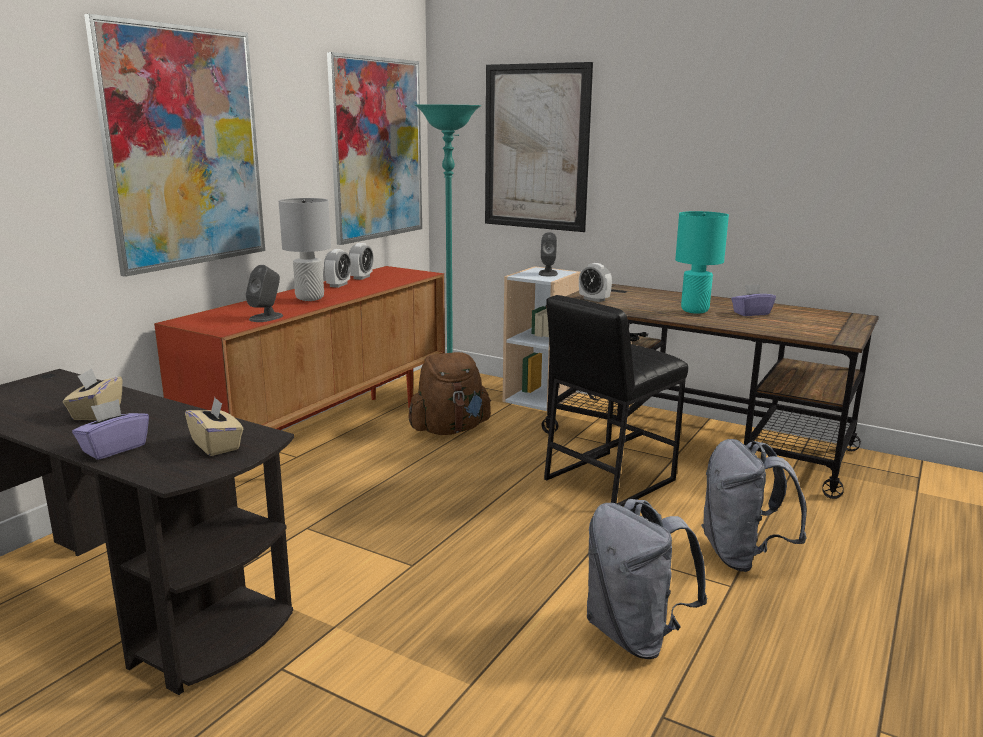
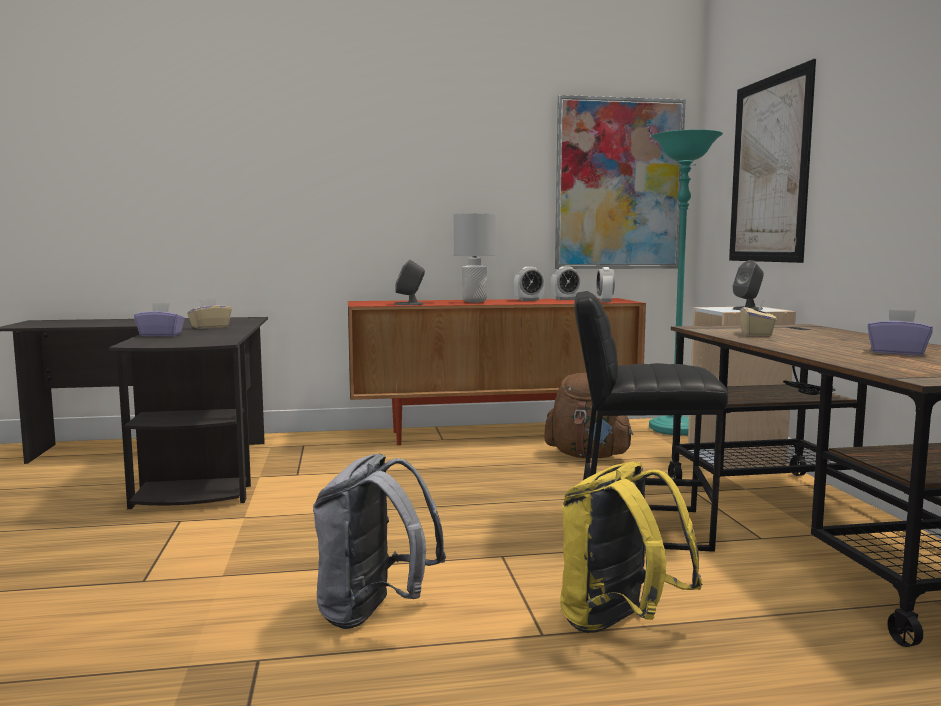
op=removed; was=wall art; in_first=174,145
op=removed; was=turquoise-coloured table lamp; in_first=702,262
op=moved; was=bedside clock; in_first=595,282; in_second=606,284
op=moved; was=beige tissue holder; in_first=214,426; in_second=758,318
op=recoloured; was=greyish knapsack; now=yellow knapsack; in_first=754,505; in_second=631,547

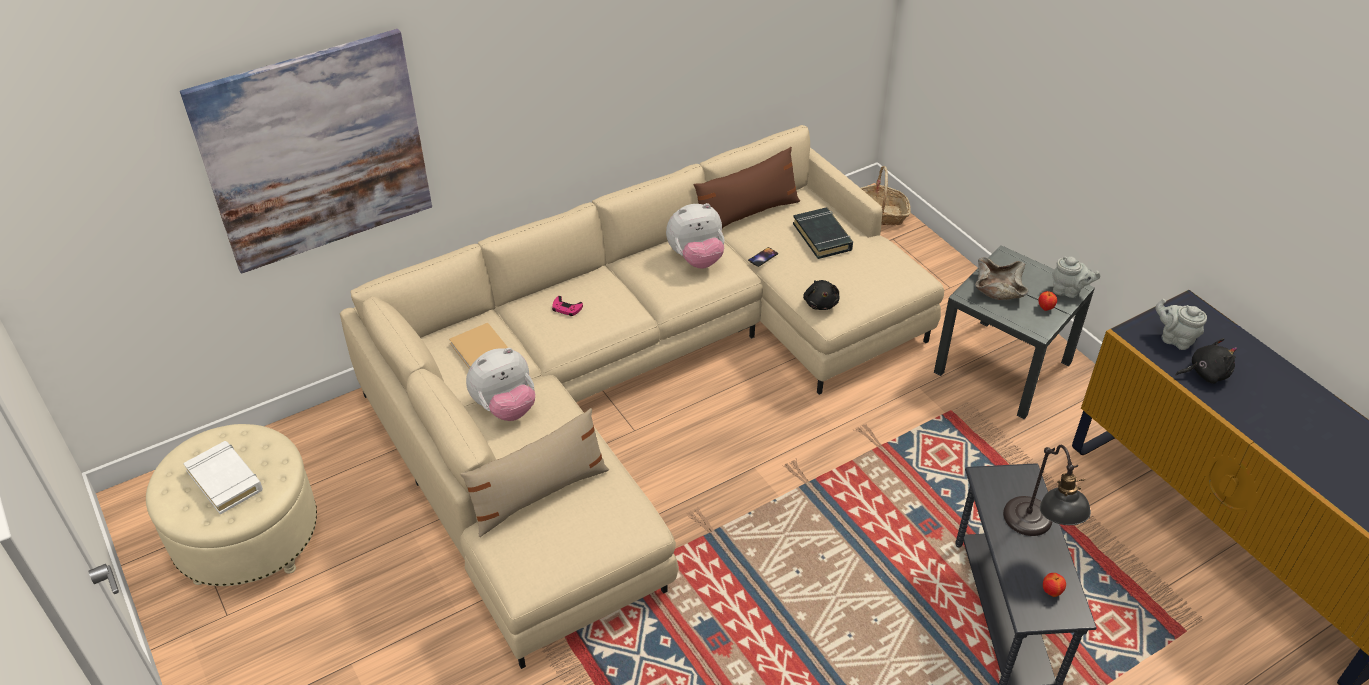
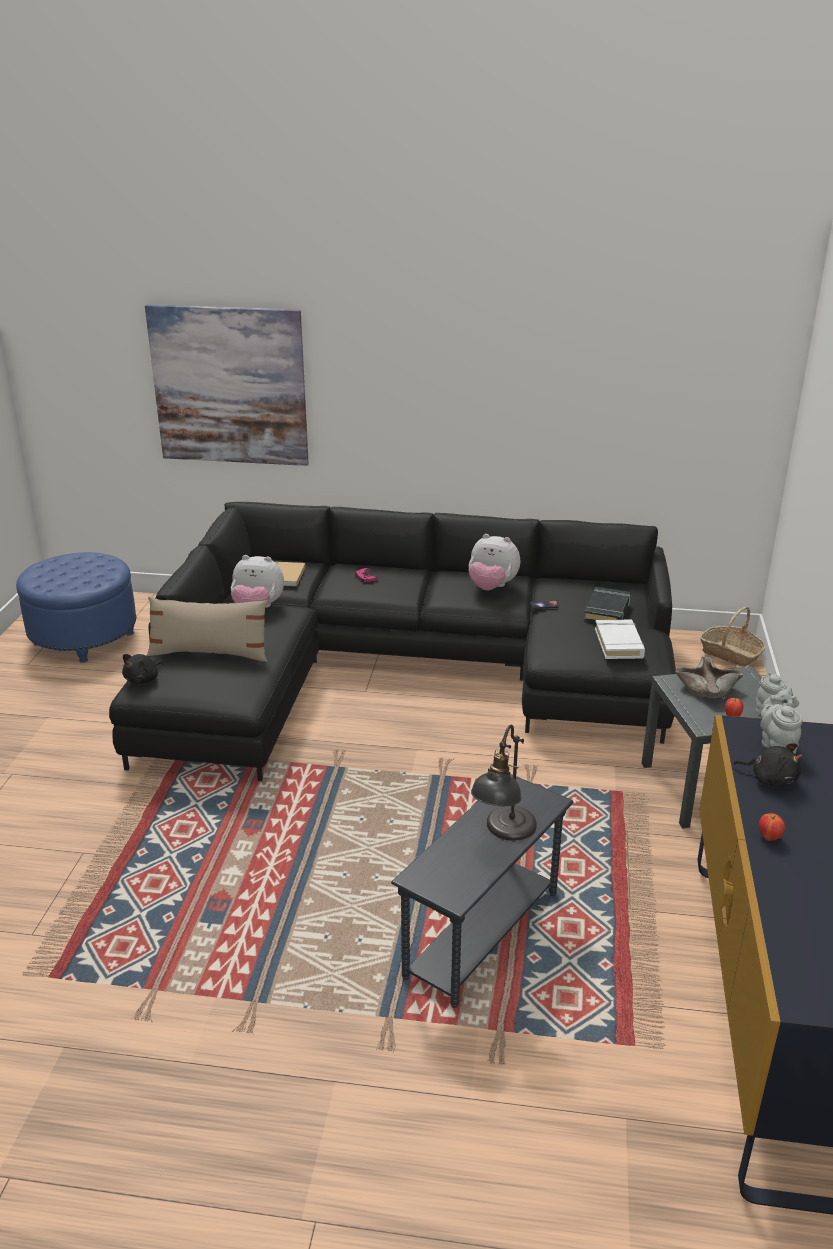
op=recoloured; was=beige sofa; now=blackish sofa; in_first=642,397; in_second=392,641
op=removed; was=brown-coloured cushion; in_first=747,187
op=moved; was=blackish cuddly toy; in_first=821,295; in_second=142,668
op=recoloured; was=beige pouffe; now=bluish pouffe; in_first=231,505; in_second=76,607
op=moved; was=whitish bound book; in_first=223,478; in_second=620,639
op=moved; was=apple fruit; in_first=1054,585; in_second=772,827

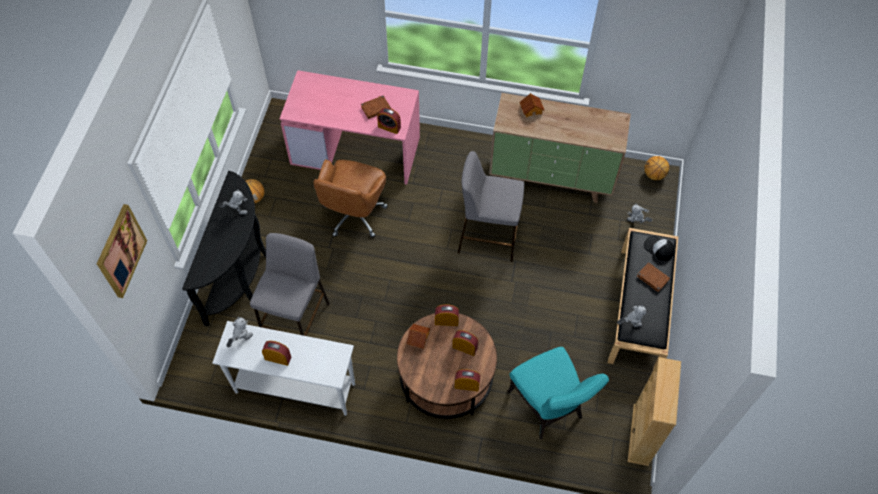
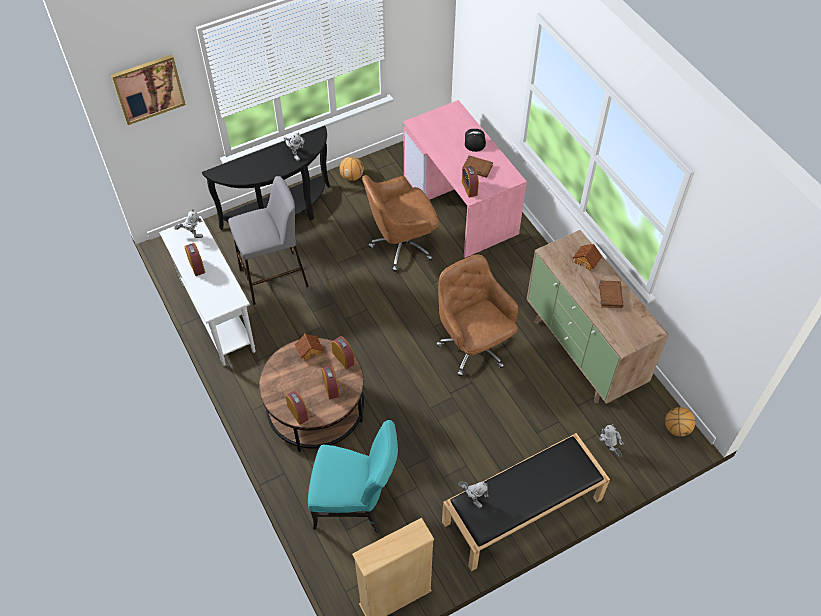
op=replaced; was=greyish sitting stool; now=brown-coloured desk chair; in_first=491,206; in_second=477,315
op=moved; was=peaked cap; in_first=659,248; in_second=475,140
op=moved; was=brown-coloured bound book; in_first=653,277; in_second=611,294
op=turned; was=turquoise-coloured chair; in_first=558,393; in_second=353,476; clockwise=-105

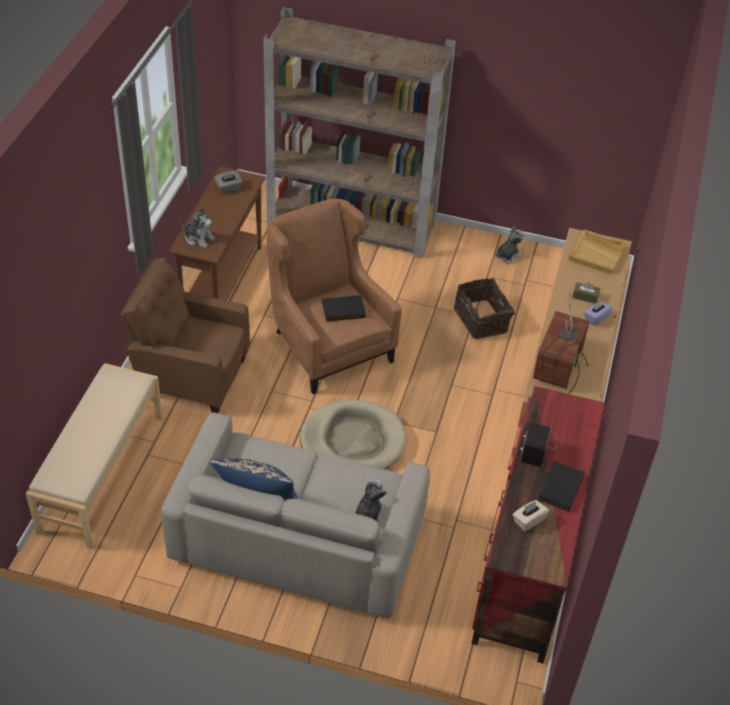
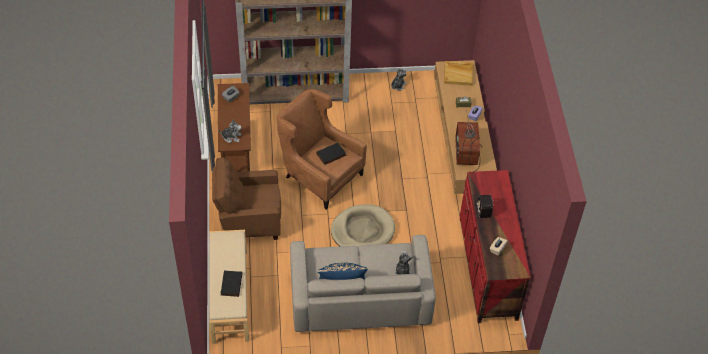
op=removed; was=storage basket; in_first=484,308
op=moved; was=blackish bound book; in_first=561,486; in_second=231,284

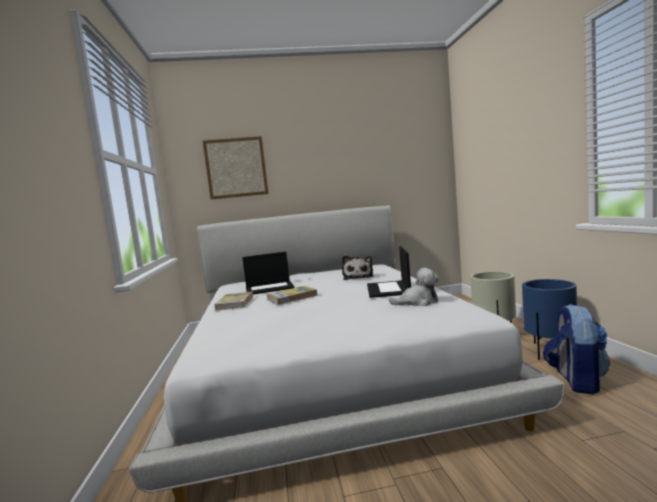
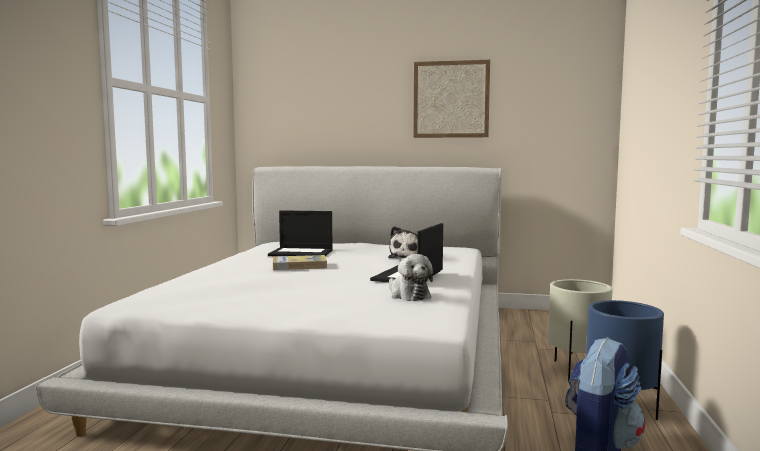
op=moved; was=wall art; in_first=236,168; in_second=451,98
op=turned; was=cuddly toy; in_first=414,287; in_second=411,277; clockwise=45
op=removed; was=bound book; in_first=233,301

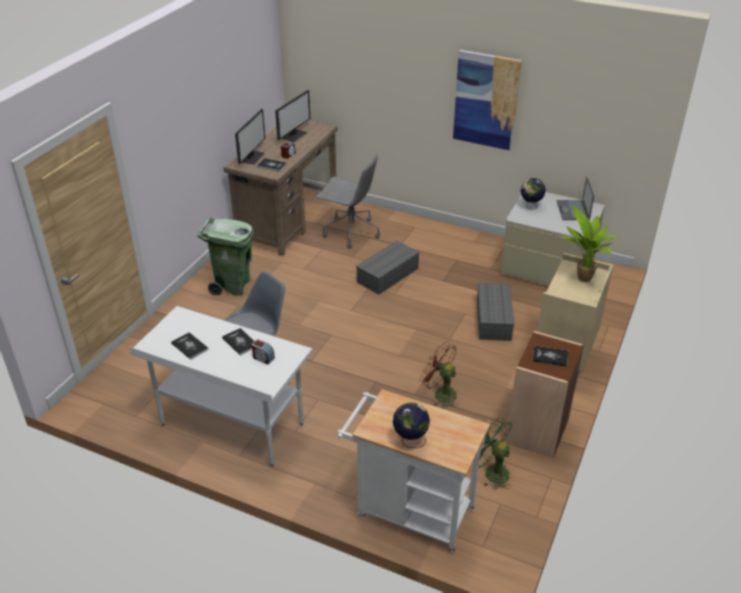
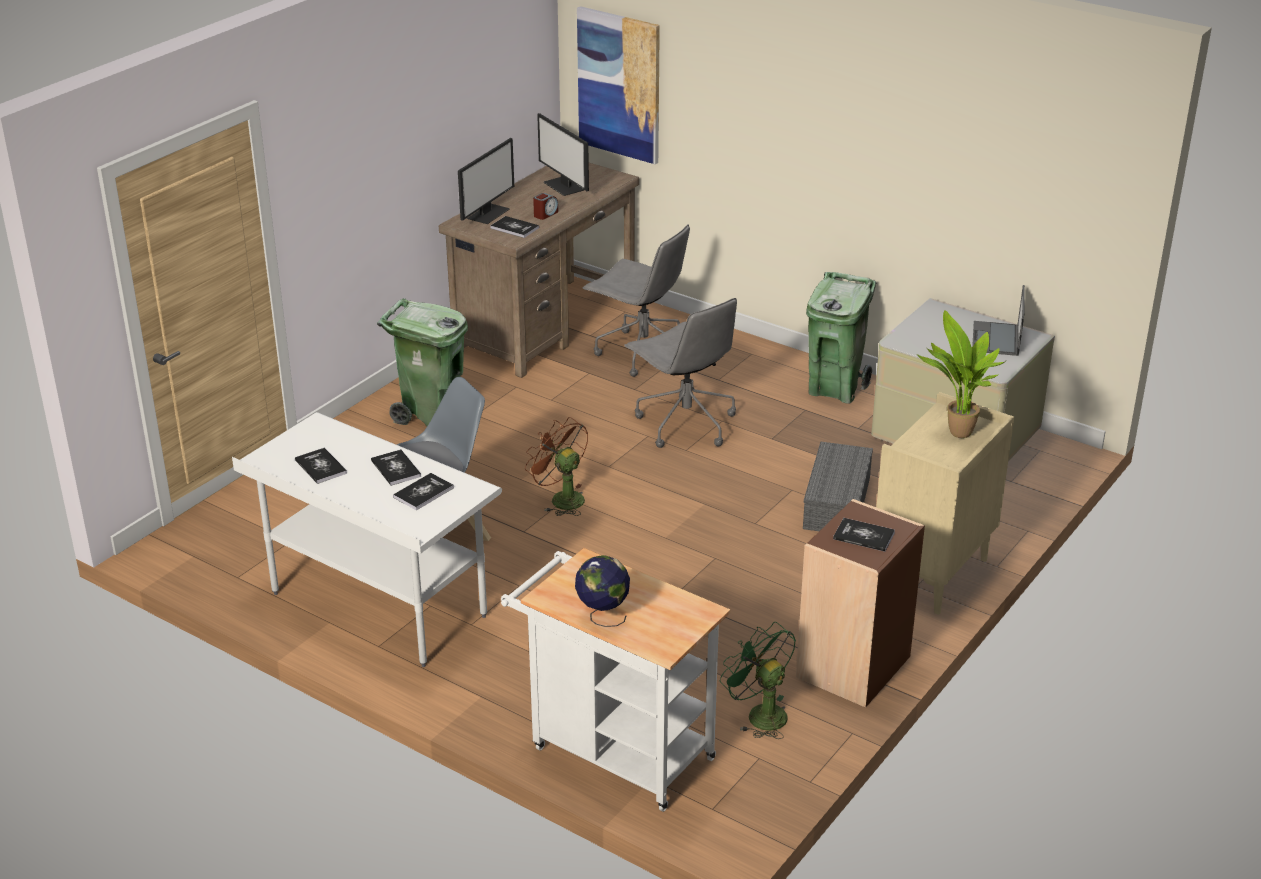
op=moved; was=wall art; in_first=487,100; in_second=618,85
op=turned; was=monitor; in_first=292,116; in_second=563,154; clockwise=105
op=removed; was=world globe; in_first=533,194
op=replaced; was=greyish storage container; now=greyish desk chair; in_first=388,268; in_second=680,373
op=replaced; was=bedside clock; now=bound book; in_first=263,352; in_second=423,491
op=moved; was=brown-coloured cooling fan; in_first=439,375; in_second=556,466
op=added; now=green trash can; in_second=841,338

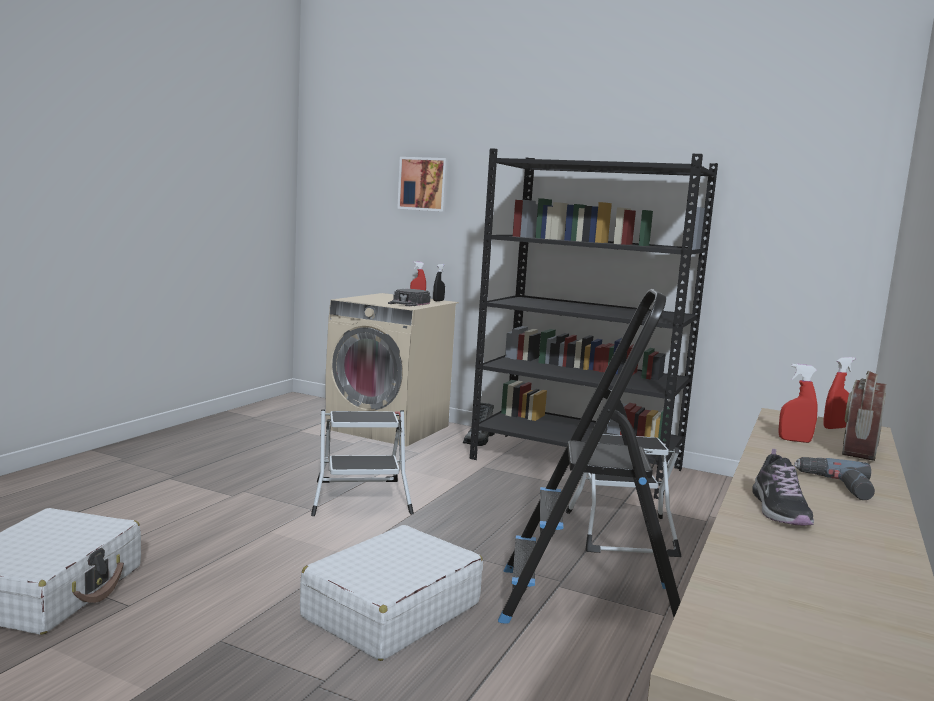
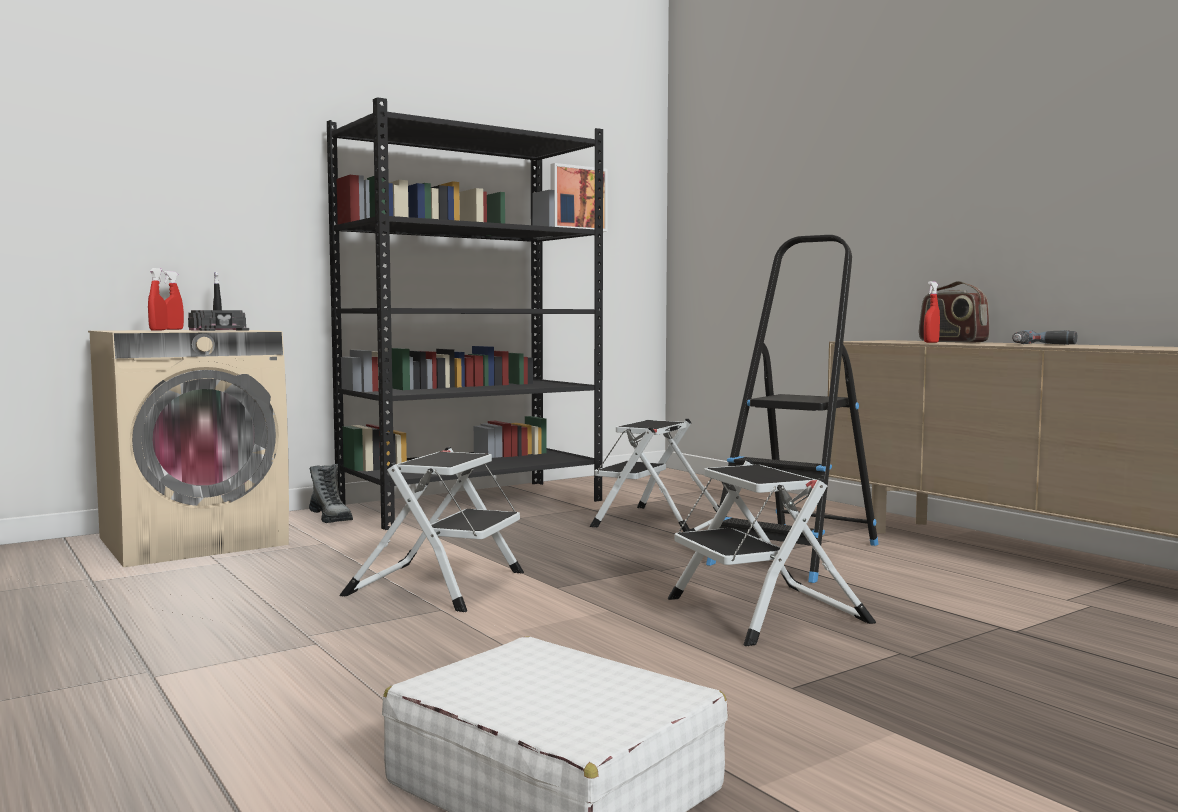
op=moved; was=wall art; in_first=423,184; in_second=579,197
op=moved; was=red hand sprayer; in_first=839,393; in_second=158,299
op=removed; was=item of footwear; in_first=783,487
op=replaced; was=whitish suitcase; now=step stool; in_first=391,593; in_second=771,552

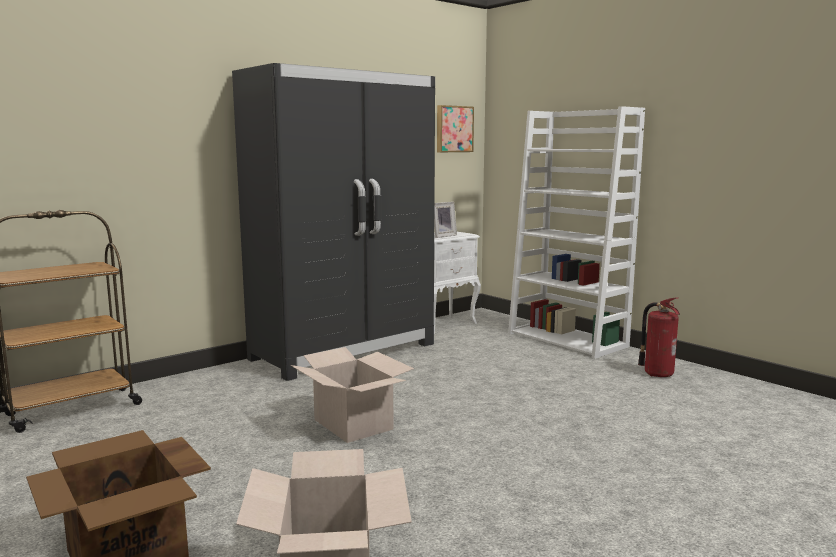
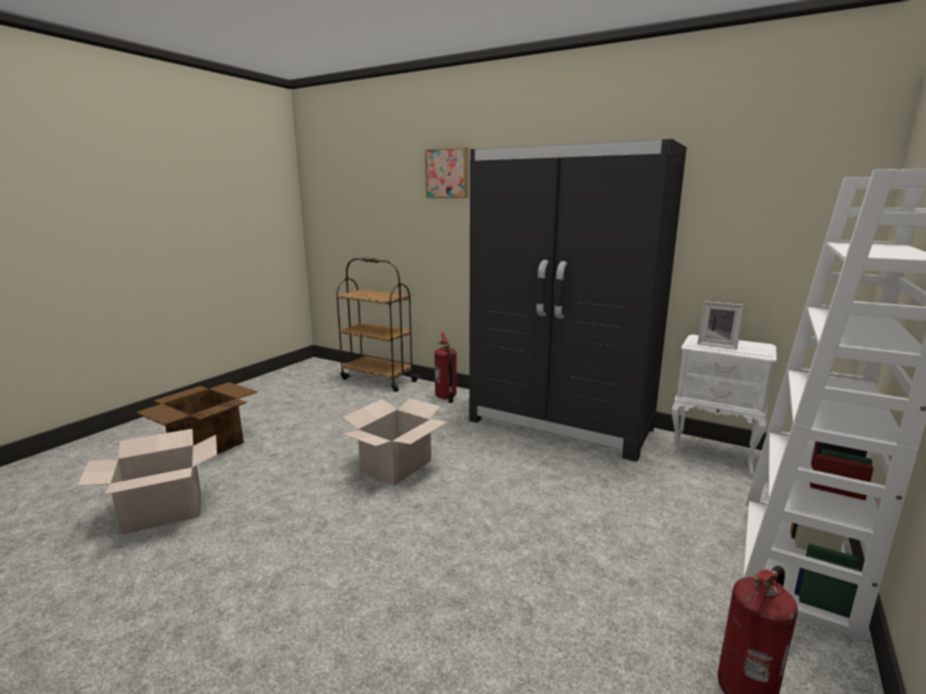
op=moved; was=wall art; in_first=455,128; in_second=447,172
op=added; now=fire extinguisher; in_second=446,368

